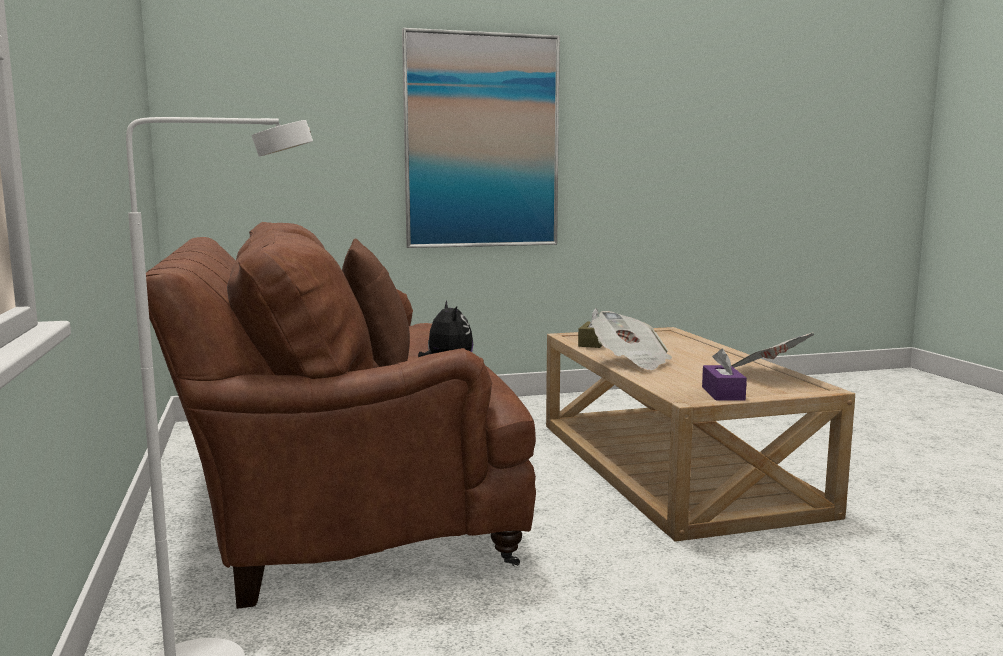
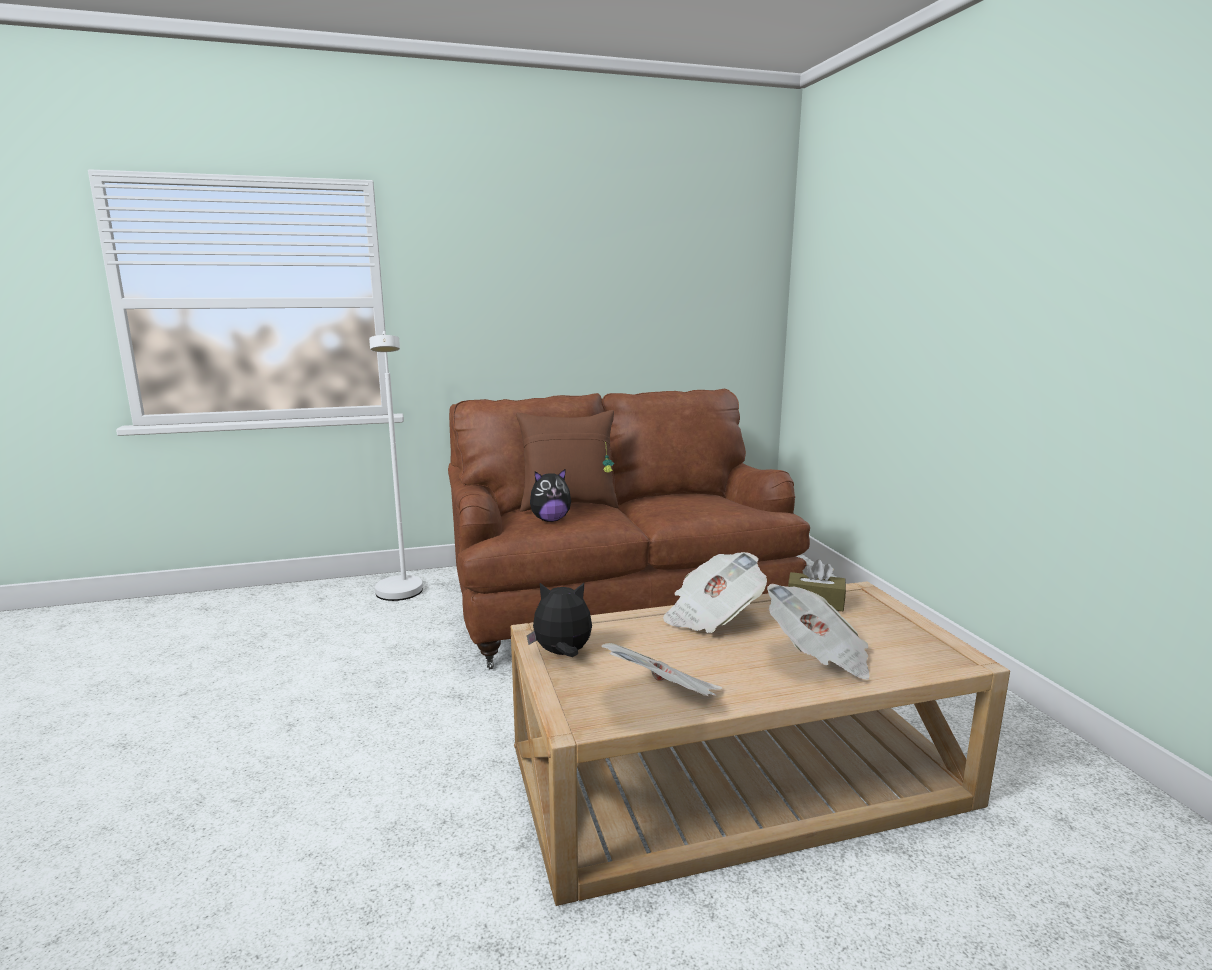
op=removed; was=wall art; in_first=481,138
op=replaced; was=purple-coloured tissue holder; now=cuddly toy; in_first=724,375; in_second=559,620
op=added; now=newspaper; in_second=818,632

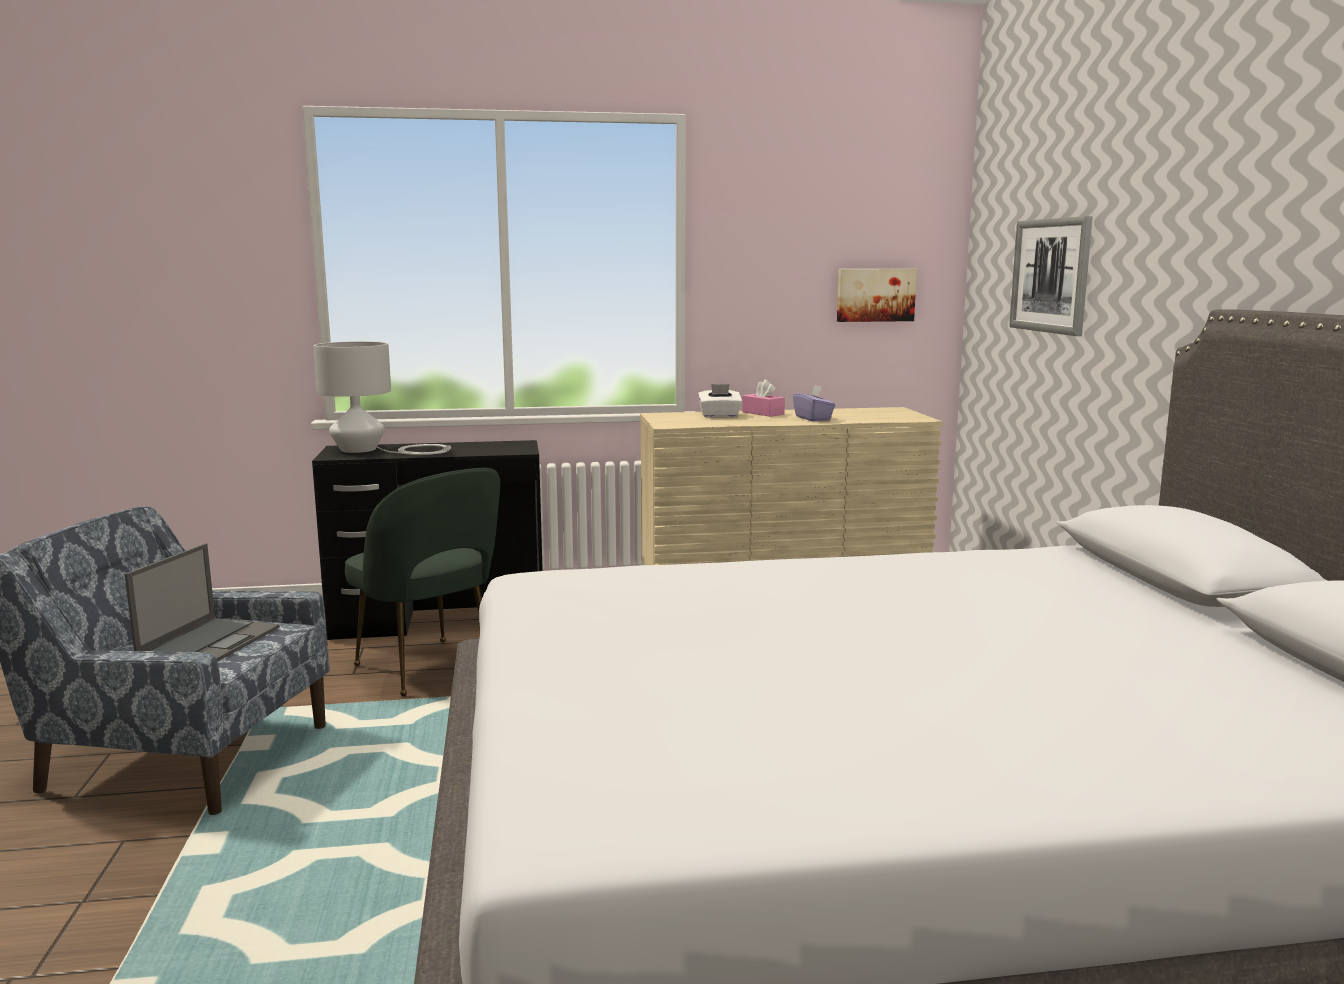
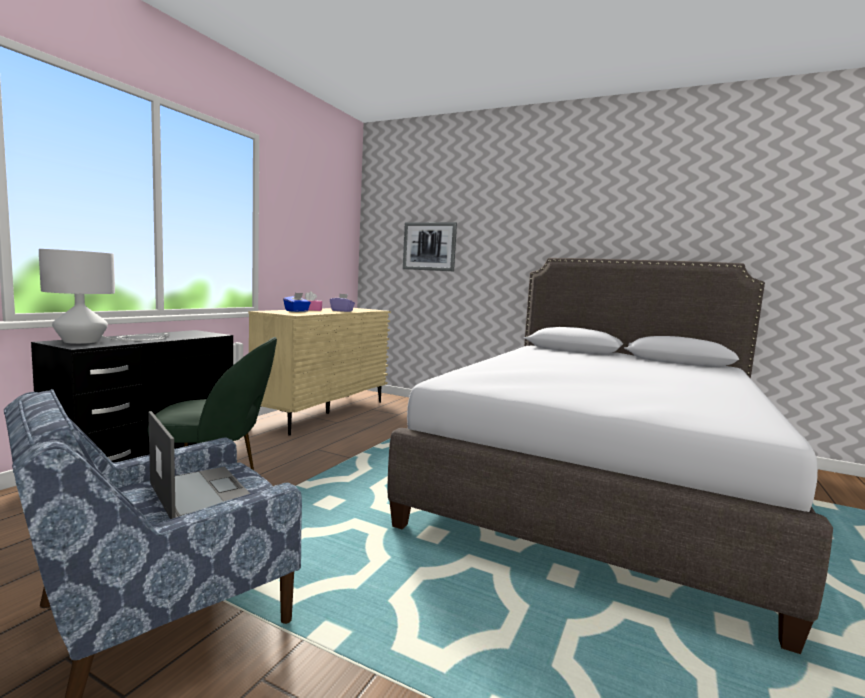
op=removed; was=wall art; in_first=877,295
op=recoloured; was=whitish tissue holder; now=bluish tissue holder; in_first=720,401; in_second=297,302

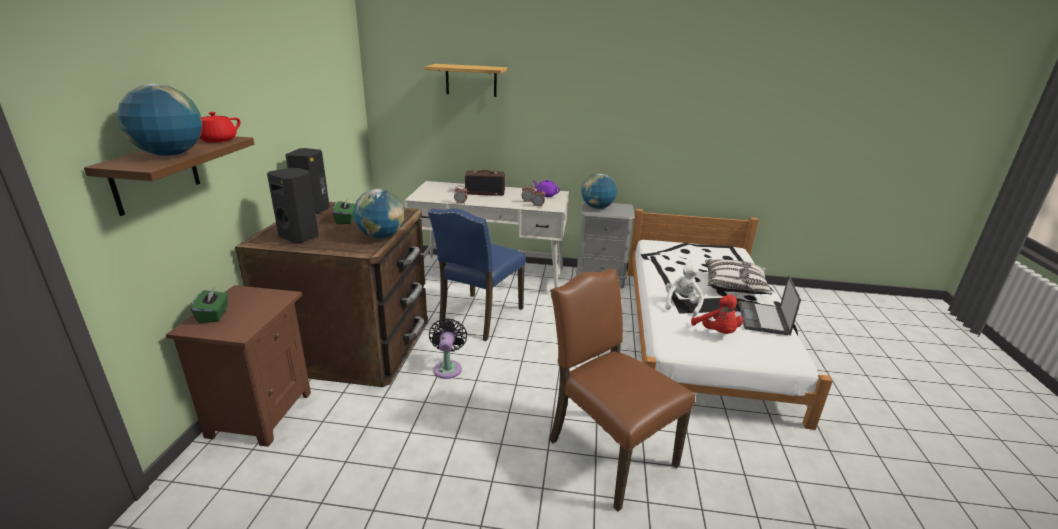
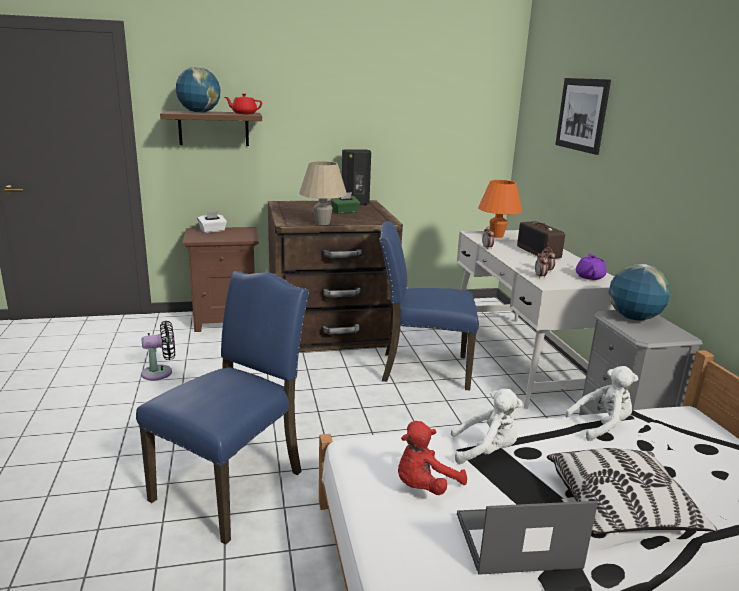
op=replaced; was=wall shelf; now=wall art; in_first=466,80; in_second=583,116
op=removed; was=blackish speaker; in_first=293,205
op=replaced; was=world globe; now=beige table lamp; in_first=378,213; in_second=323,193
op=recoloured; was=brown-coloured chair; now=bluish chair; in_first=622,389; in_second=223,408
op=recoloured; was=green tissue holder; now=whitish tissue holder; in_first=209,305; in_second=212,222
op=moved; was=blackish cooling fan; in_first=448,348; in_second=158,350
op=added; now=orangey table lamp; in_second=500,209
op=added; now=whitish cuddly toy; in_second=601,403

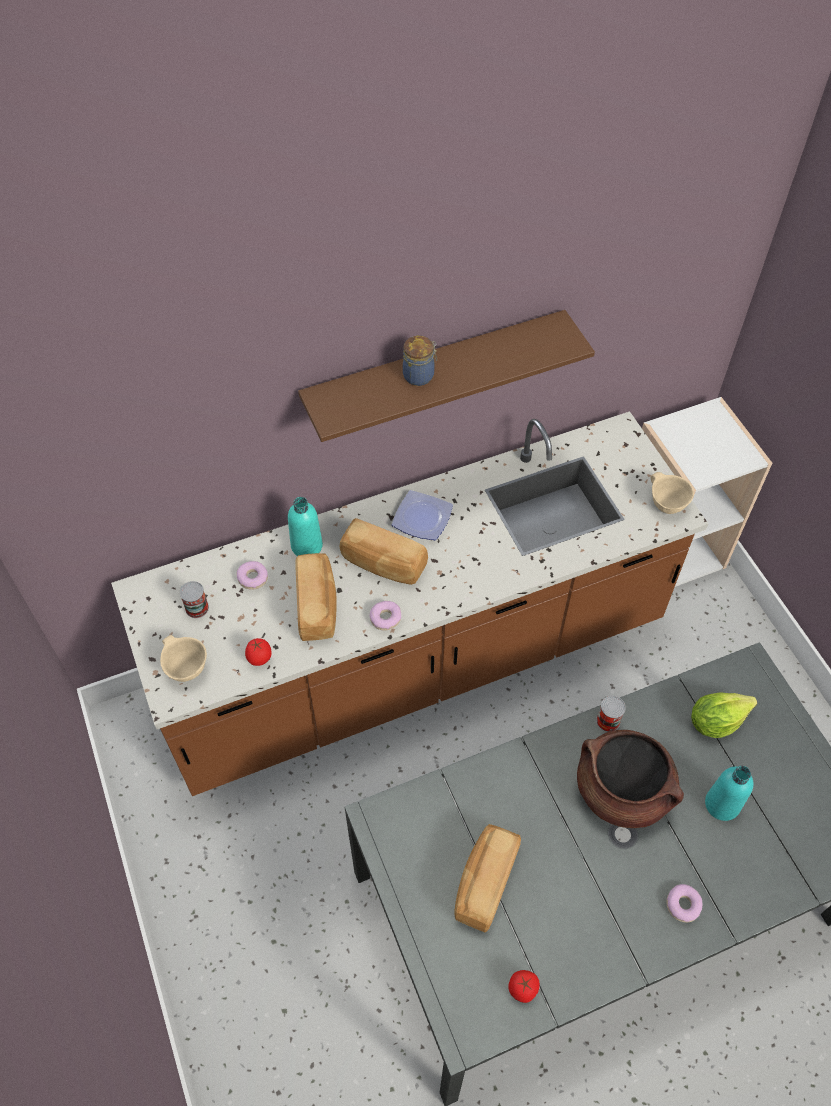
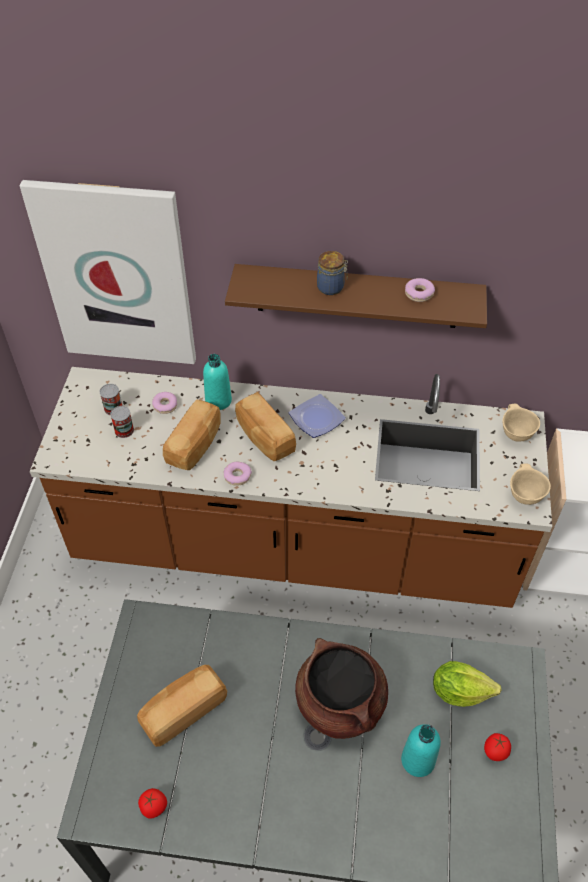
op=moved; was=beige bowl; in_first=183,658; in_second=521,423
op=moved; was=fresh tomato; in_first=258,652; in_second=497,747
op=moved; was=metal can; in_first=611,714; in_second=122,422
op=moved; was=donut; in_first=684,903; in_second=420,290
op=added; now=wall art; in_second=108,272

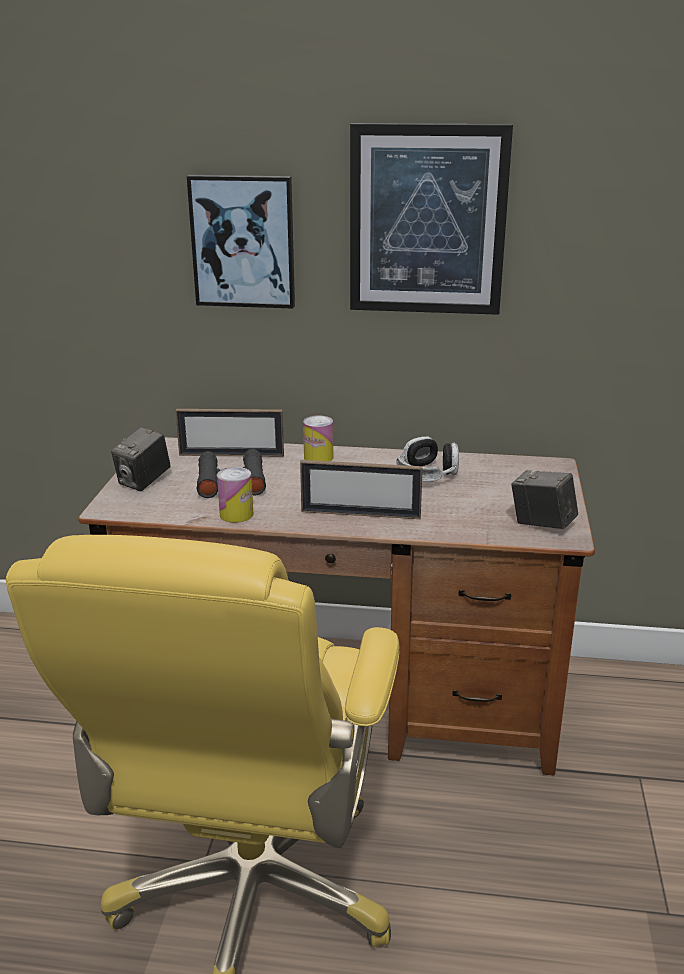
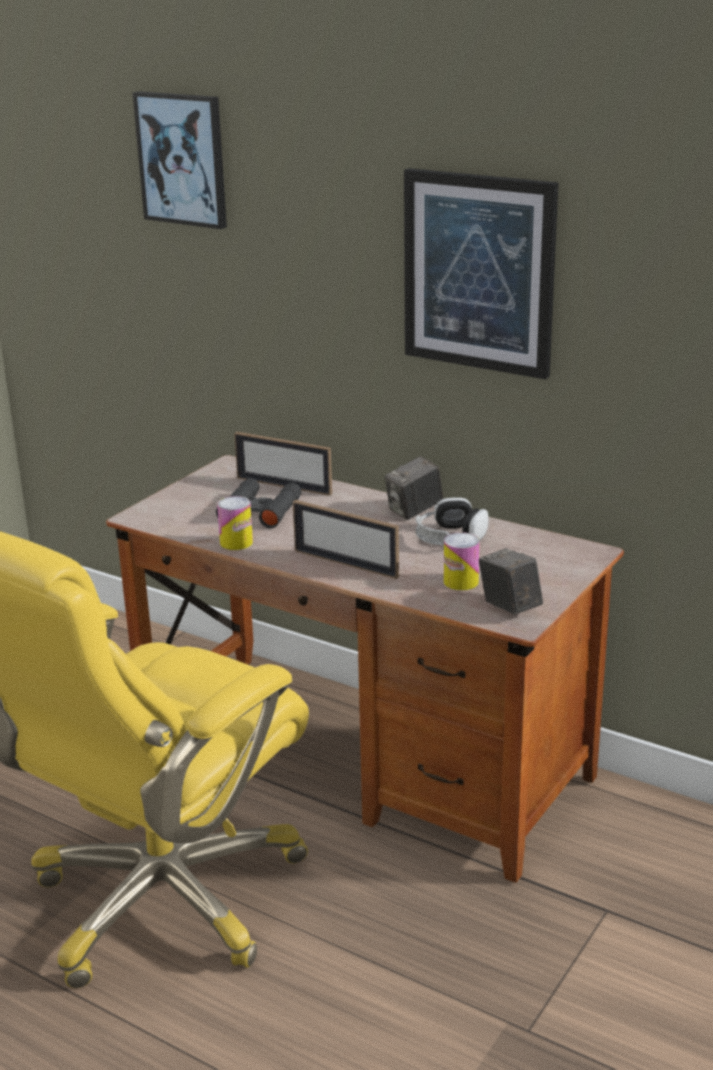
op=moved; was=wall art; in_first=241,241; in_second=180,160
op=moved; was=metal can; in_first=318,438; in_second=462,561
op=moved; was=still camera; in_first=140,459; in_second=414,488

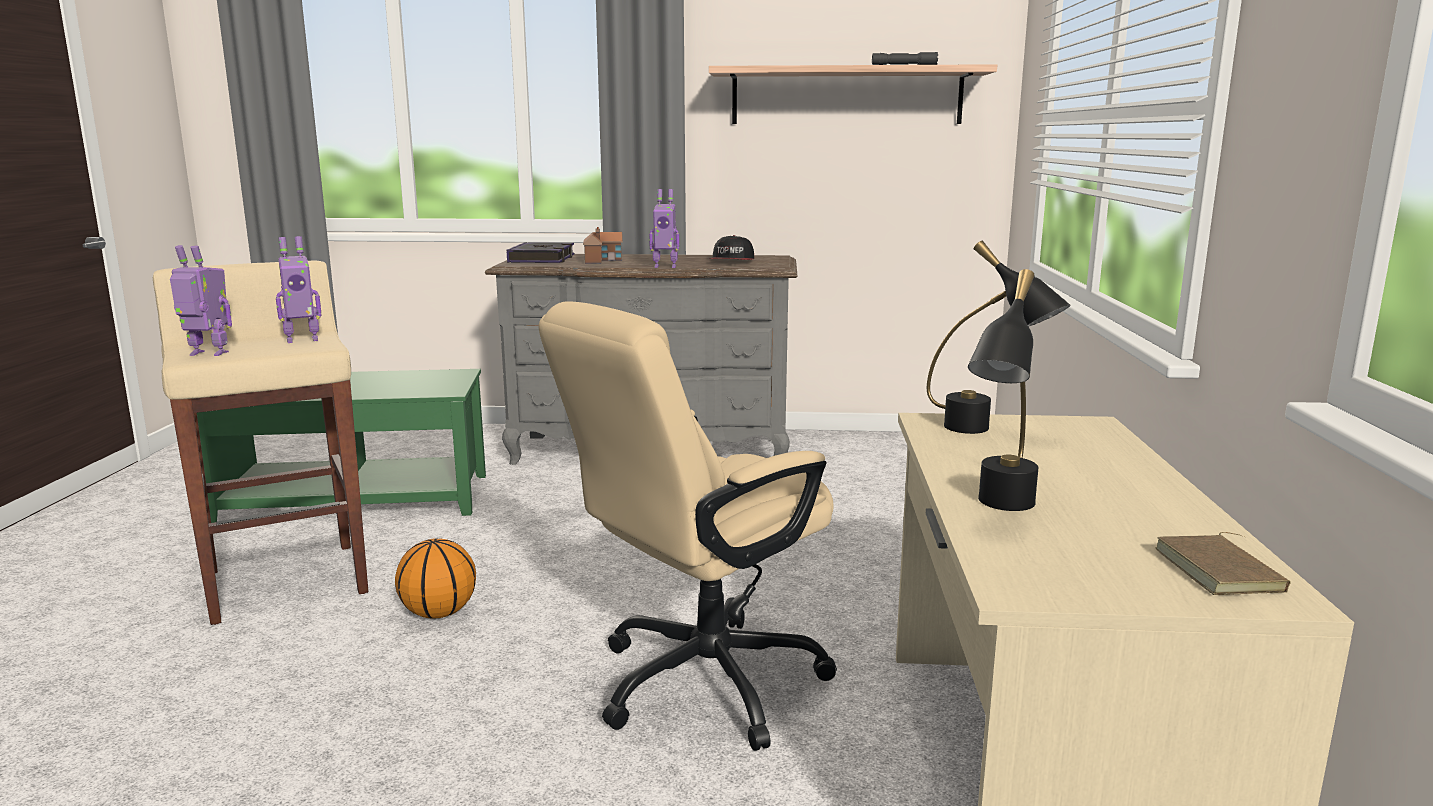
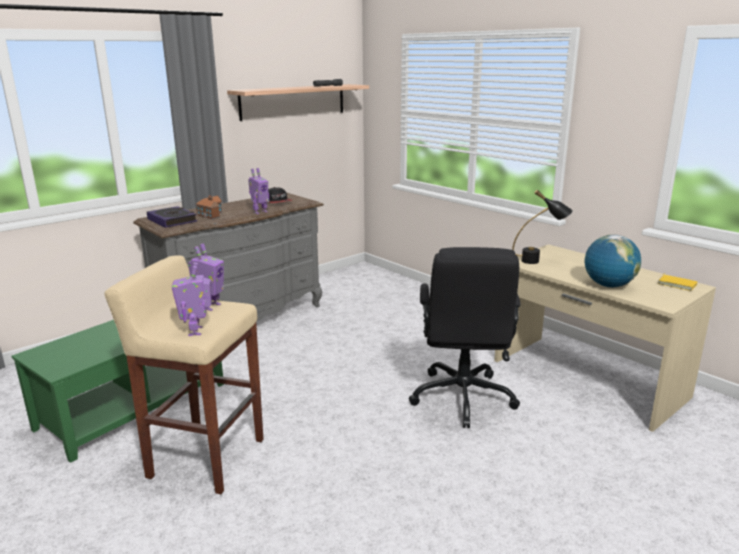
op=turned; was=toy robot; in_first=201,300; in_second=192,299; clockwise=-60
op=replaced; was=blackish table lamp; now=world globe; in_first=1003,390; in_second=612,261
op=recoloured; was=beige desk chair; now=blackish desk chair; in_first=688,526; in_second=465,337
op=recoloured; was=brown-coloured bound book; now=yellow bound book; in_first=1223,563; in_second=677,282
op=removed; was=basketball ball; in_first=435,578

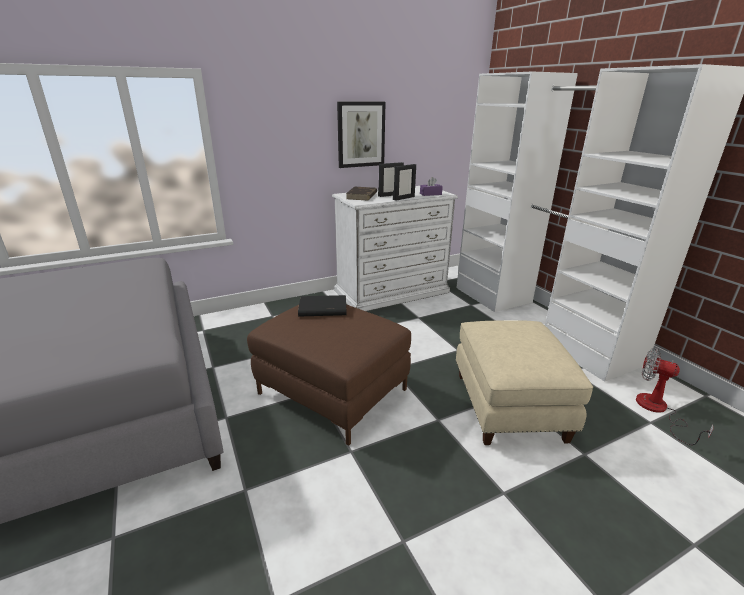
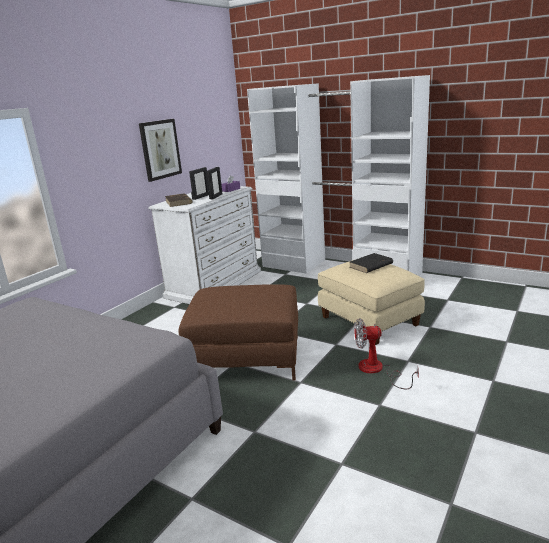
op=moved; was=blackish bound book; in_first=322,306; in_second=371,263
op=moved; was=cooling fan; in_first=674,396; in_second=386,353

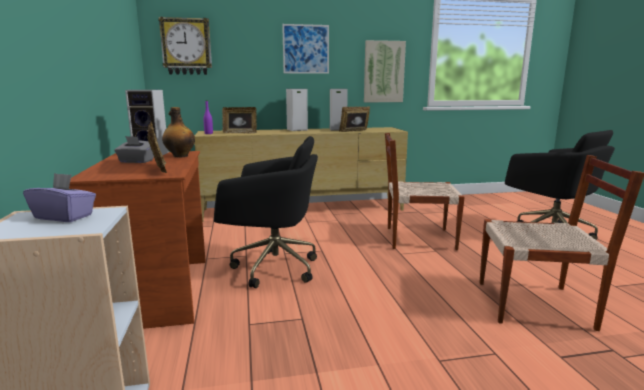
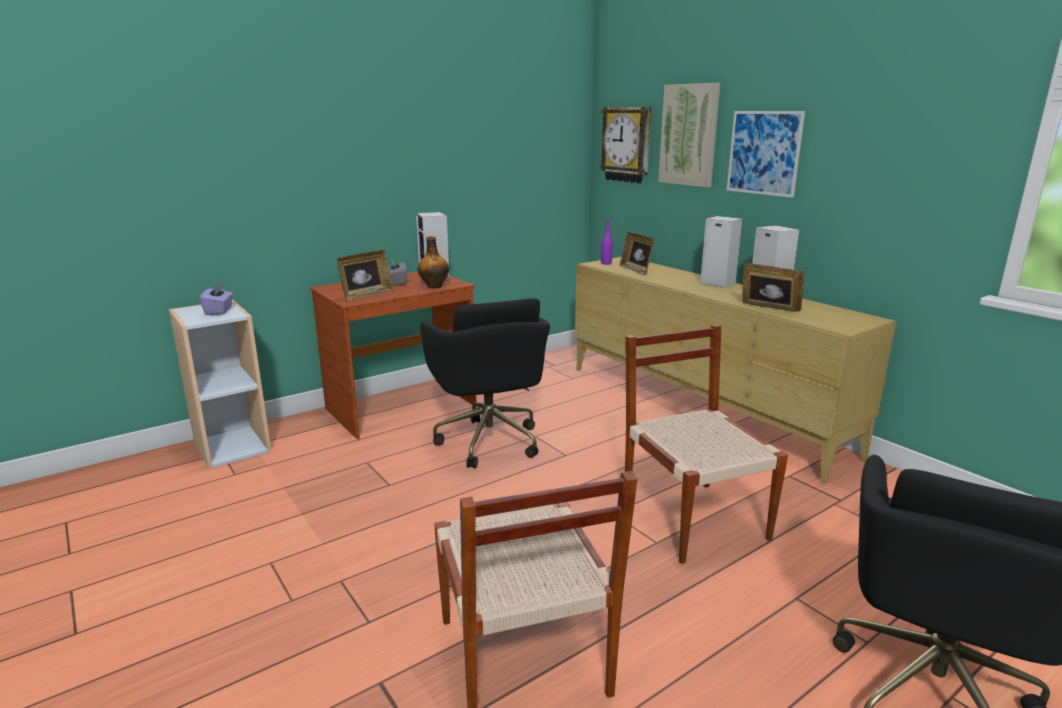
op=moved; was=wall art; in_first=385,71; in_second=689,135

